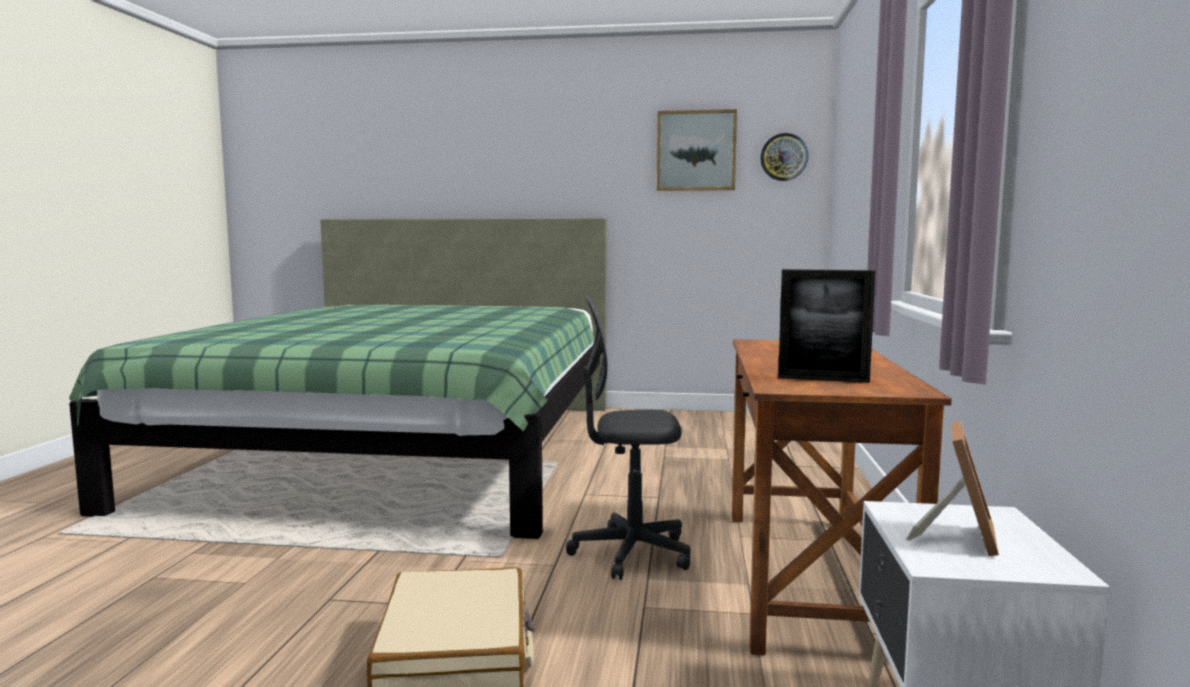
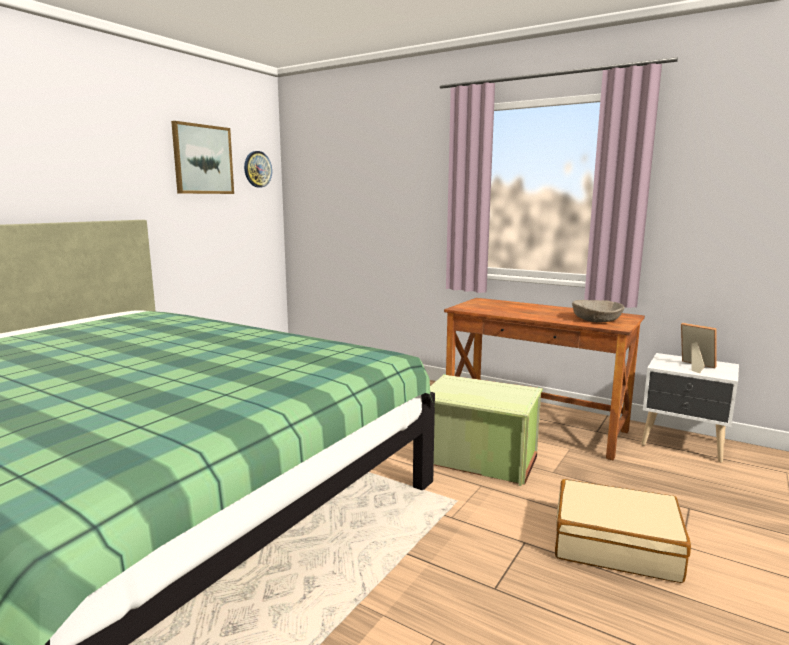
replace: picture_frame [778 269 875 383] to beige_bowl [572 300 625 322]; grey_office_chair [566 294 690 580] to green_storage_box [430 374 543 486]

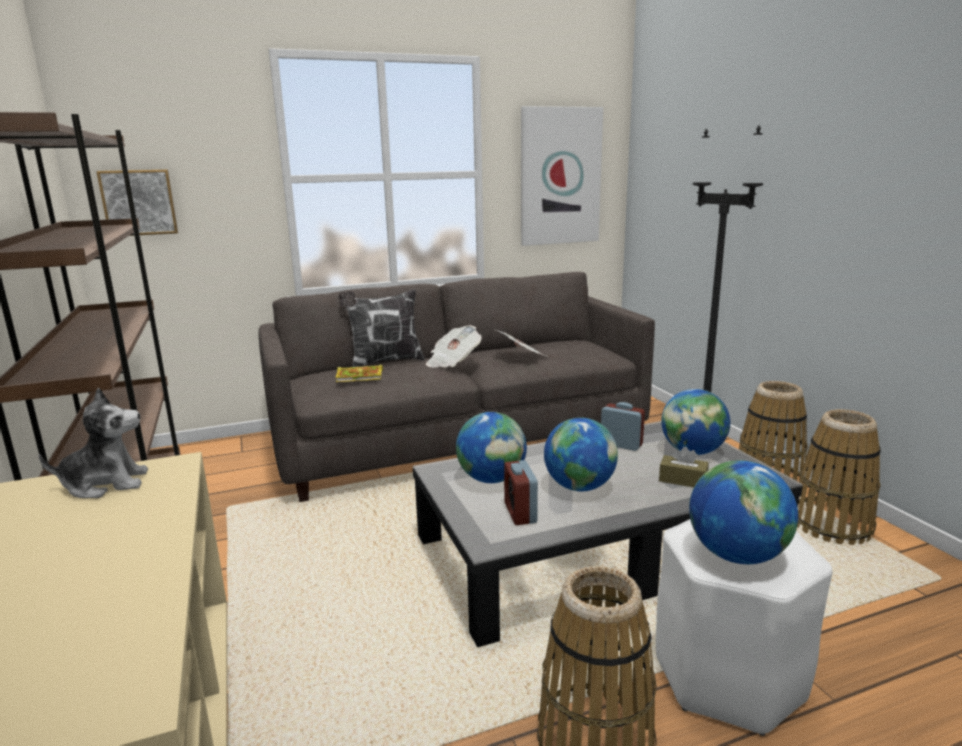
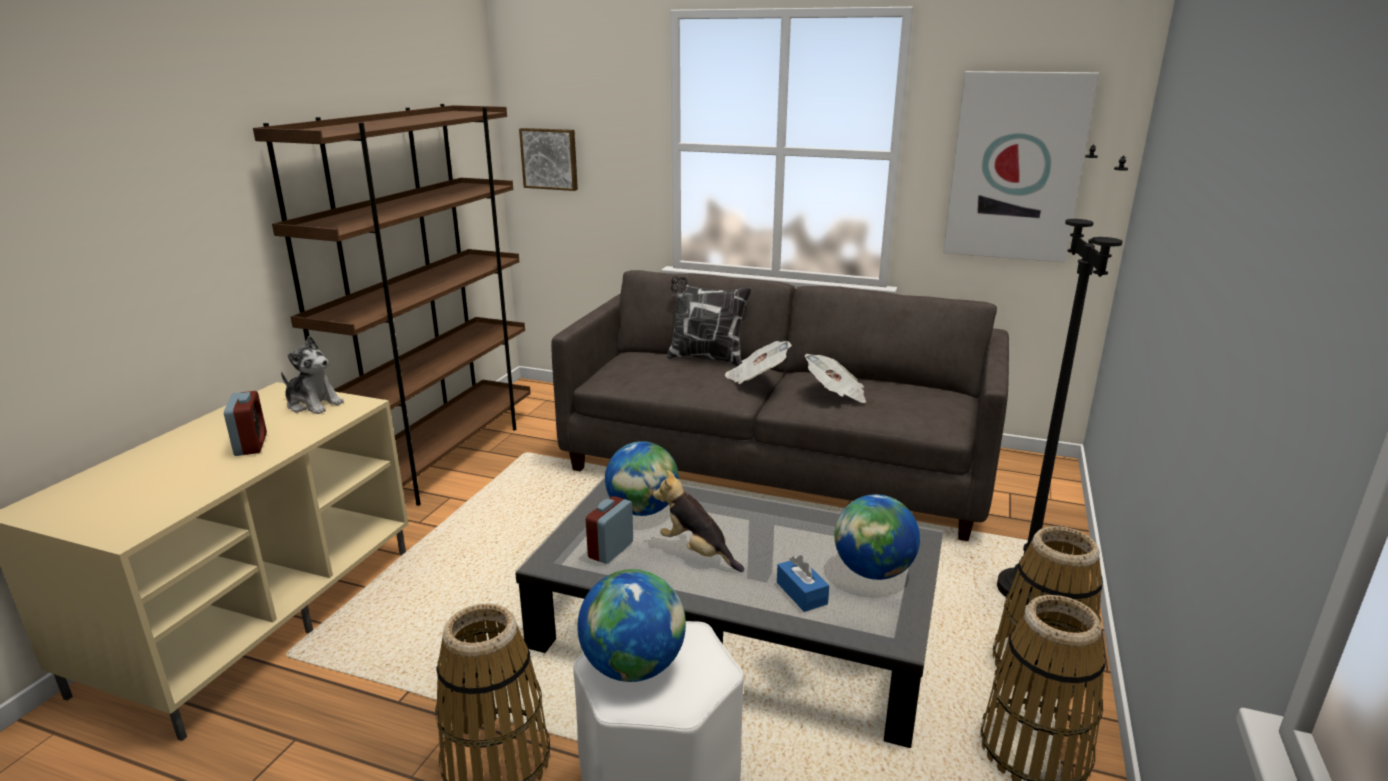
delete: book [336 365 383 382]
move: alarm_clock [601 402 645 451] to [224 391 267 456]
replace: globe [544 418 618 491] to plush_toy [653 470 744 572]
recolor: brown_tissue_box [659 447 709 487] to blue_tissue_box [777 555 829 612]

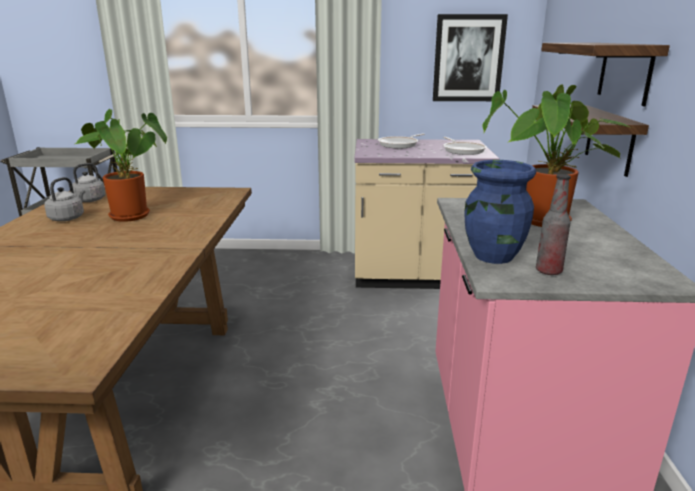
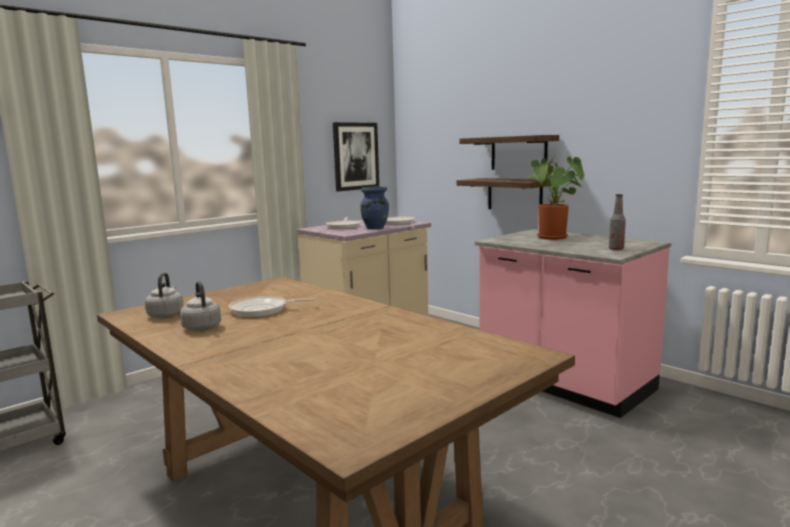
move: blue_vase [465 160 536 264] to [360 187 389 229]
replace: potted_plant [75 109 167 222] to frying_pan [228 296 316 317]

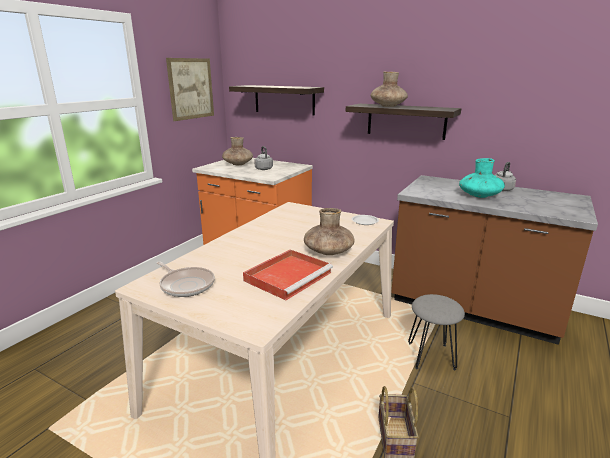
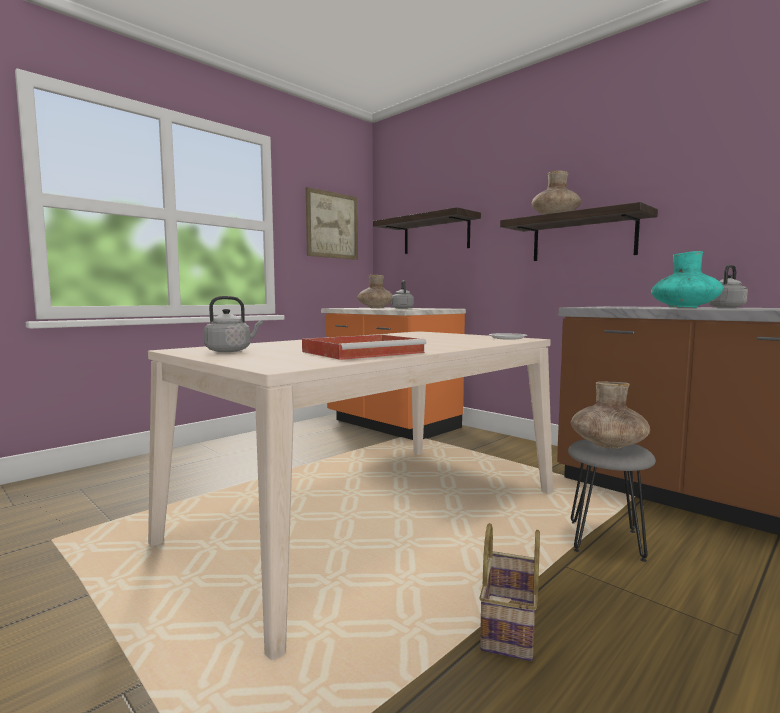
move: brown_vase [304 208 355 255] to [571 381 650 449]
replace: frying_pan [157 261 215 297] to grey_kettle [204 296 263 352]

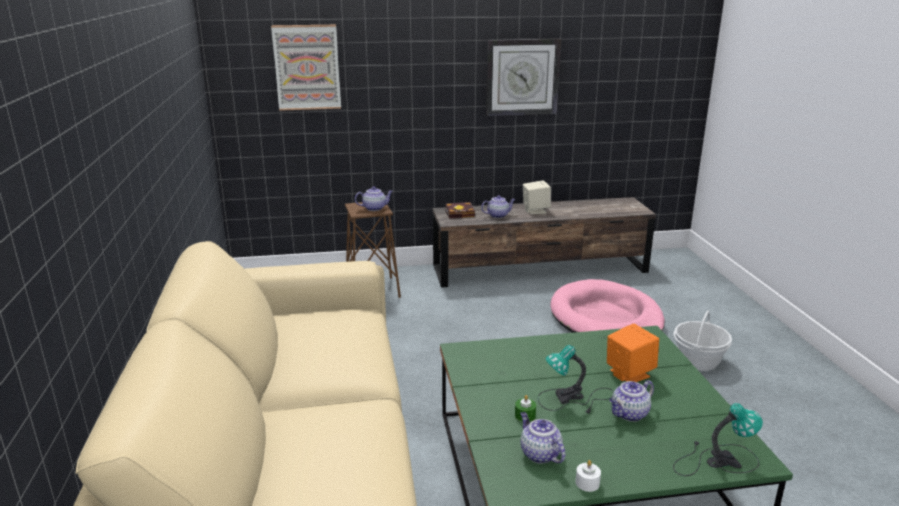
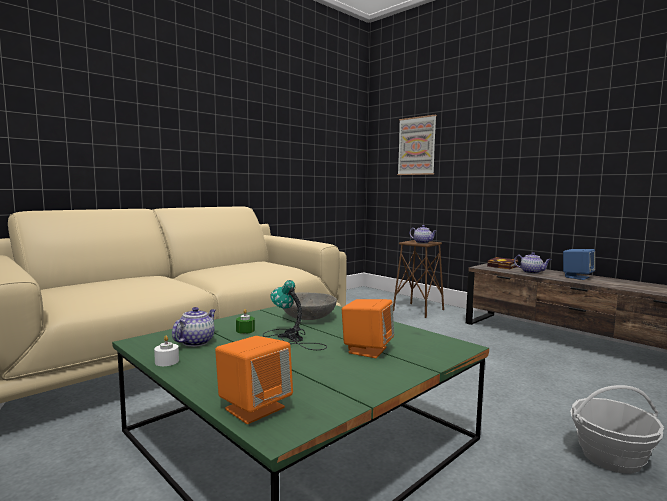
delete: wall_clock [486 39 561 116]; pink_dog_bed [550 279 665 333]; teapot [609 380 654 422]
insert: grey_bowl [283 292 337 320]
replace: table_lamp [673 403 763 476] to orange_speaker [215 336 293 424]
recolor: beige_speaker [523 180 551 214] to blue_speaker [563 249 595 280]

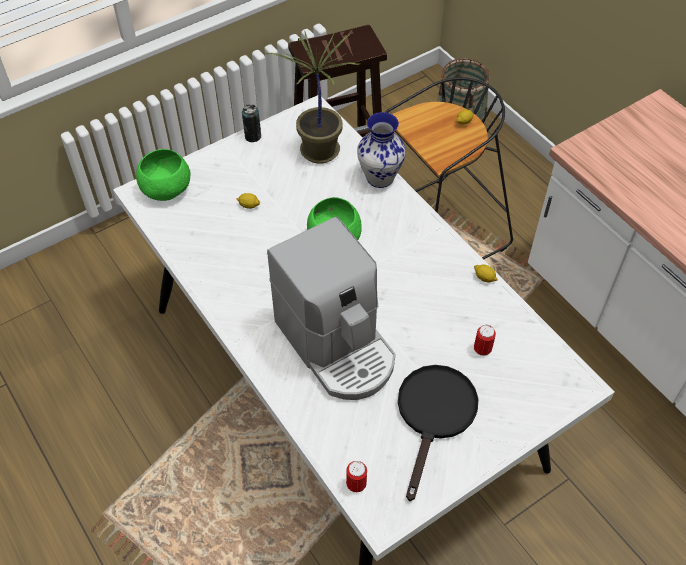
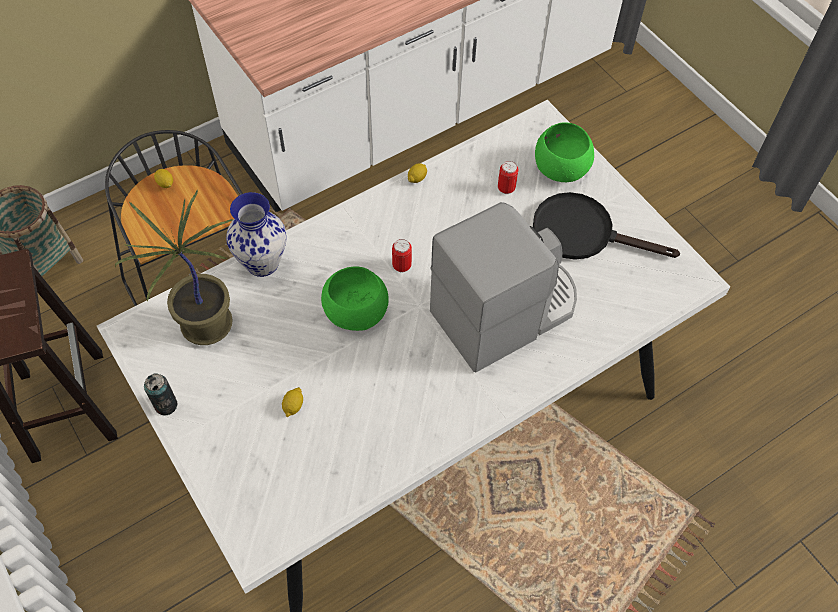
move: green_bowl [136 149 190 201] to [535 122 594 182]; can [346 461 367 492] to [392 239 412 272]

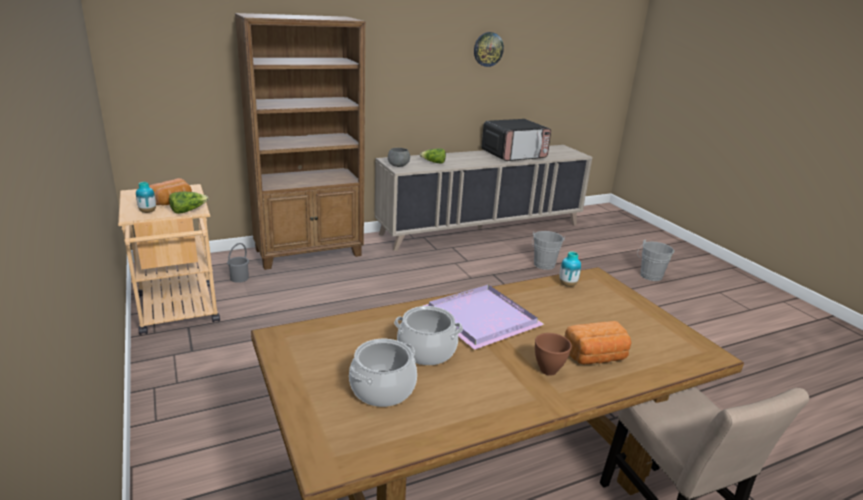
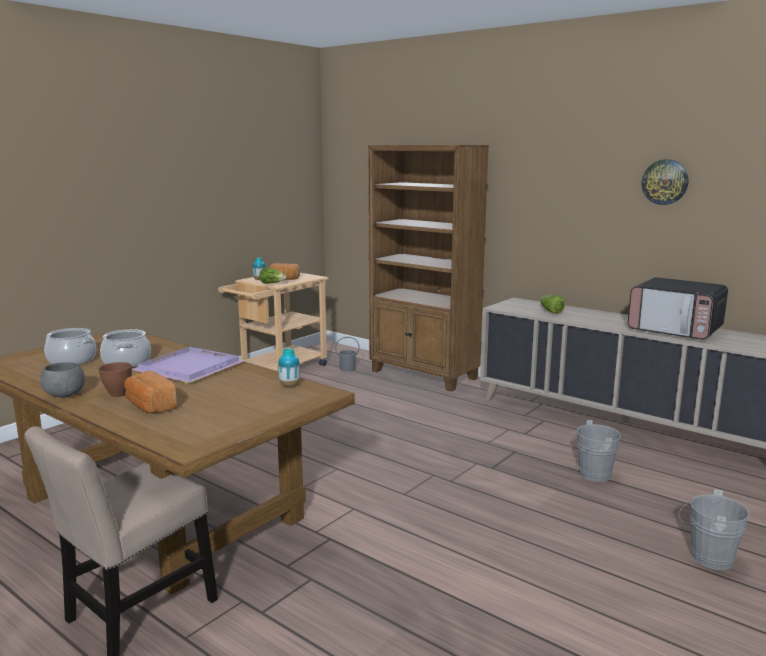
move: grey_bowl [388 148 410 167] to [40 362 85 398]

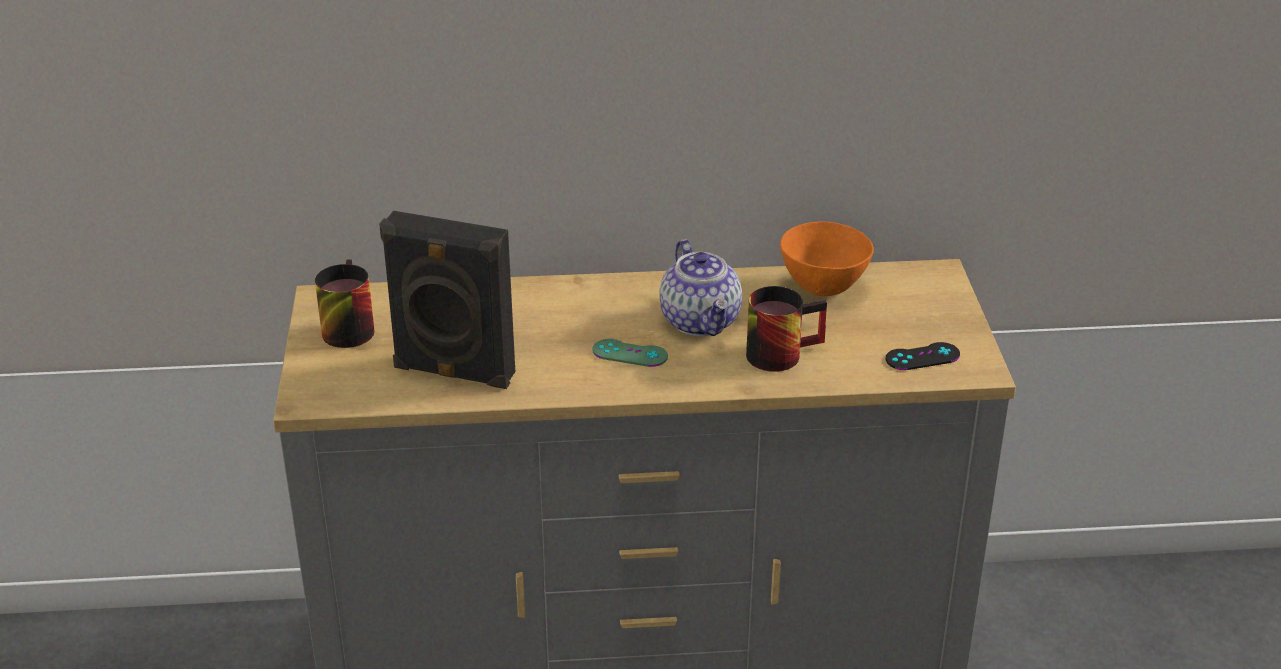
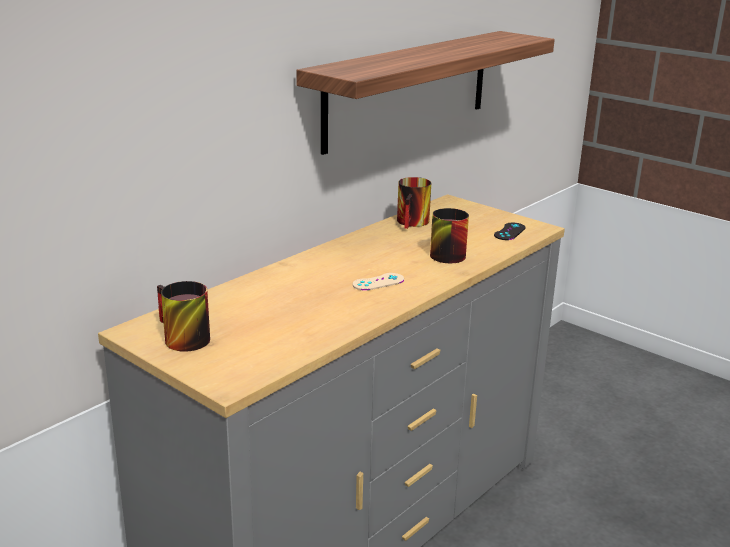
delete: black_speaker [379 211 515 389]; teapot [659 239 742 336]
insert: shelf [296 31 555 155]
replace: orange_bowl [780 221 874 296] to mug [397 177 431 229]
recolor: green_game_controller [592 339 668 367] to beige_game_controller [352 273 404 291]

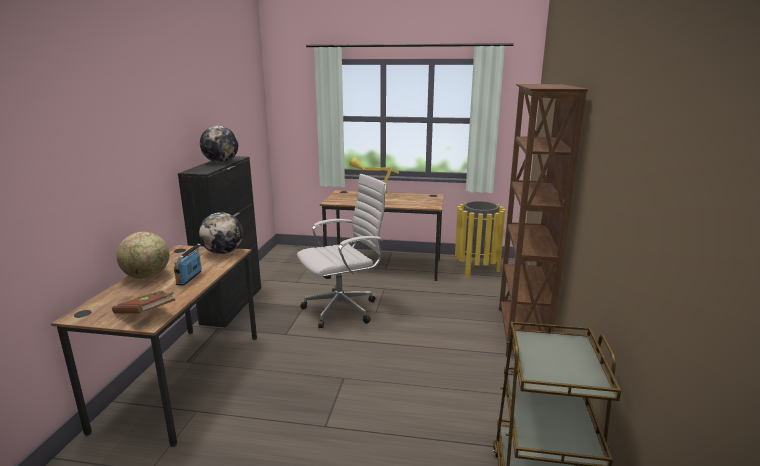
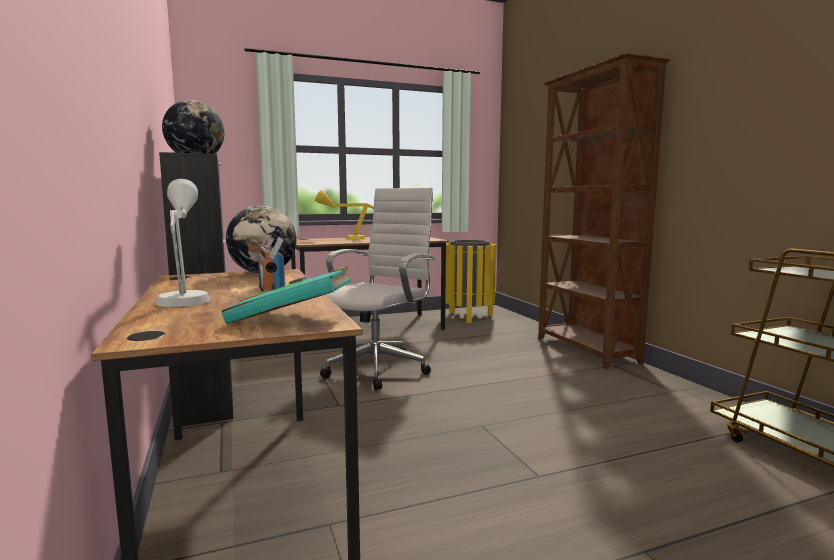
replace: globe [117 232 169 279] to grey_table_lamp [155 179 211 307]
recolor: brown_book [112 291 175 314] to turquoise_book [222 266 351 324]

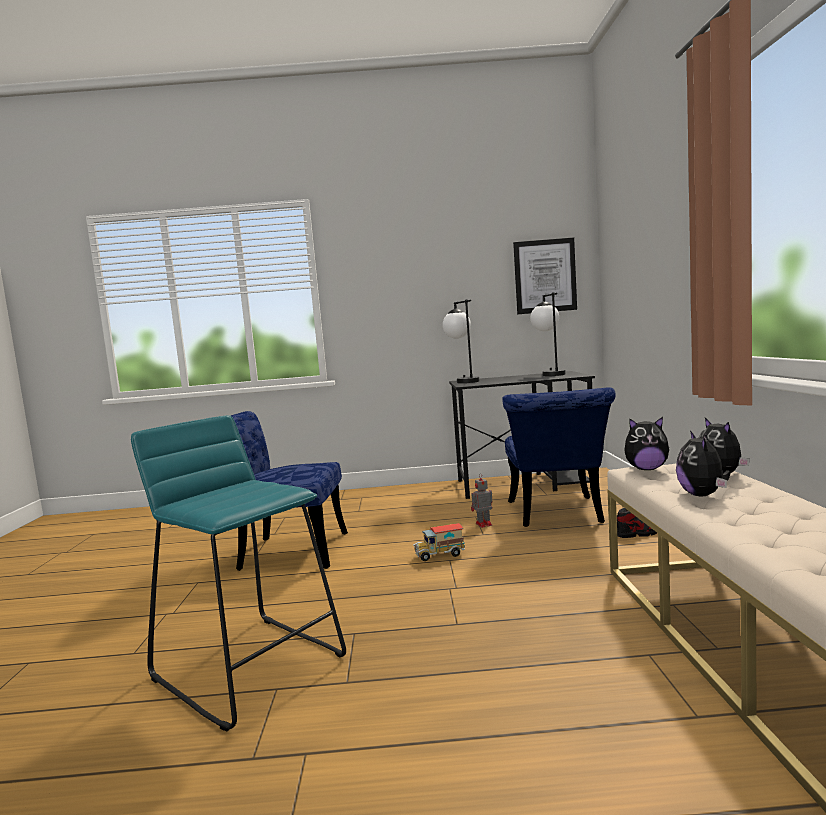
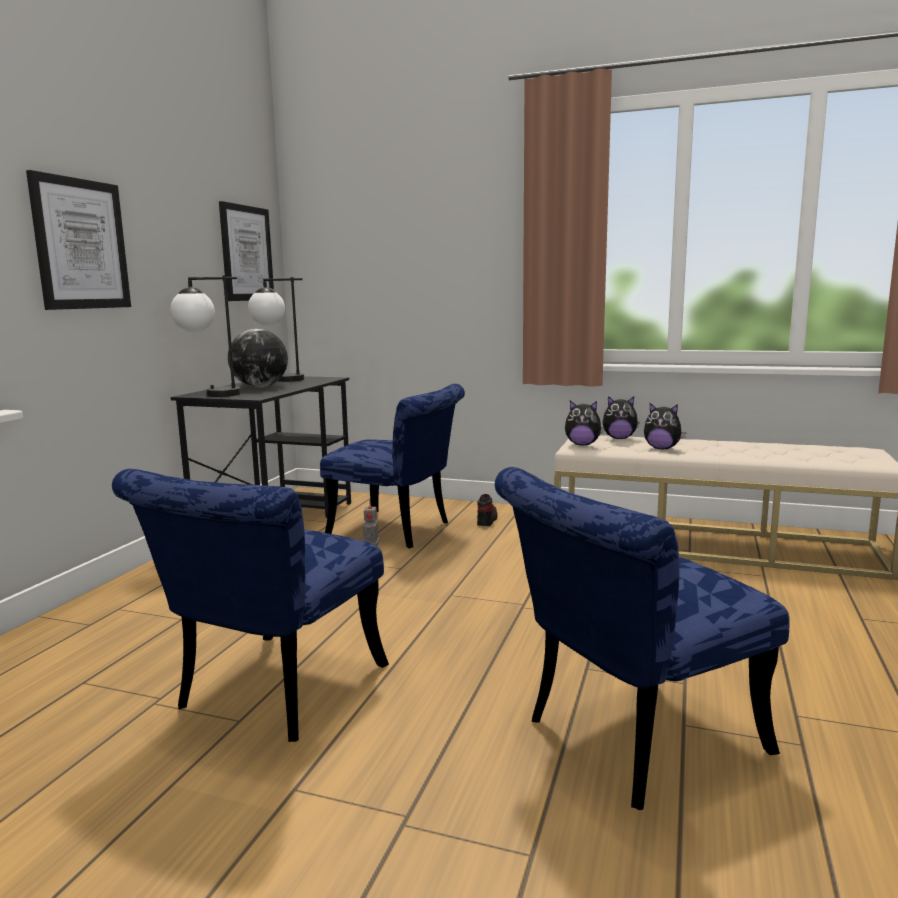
delete: toy_truck [413 523 465 561]
insert: picture [26 170 131 310]; globe [228 329 288 388]
replace: turquoise_stool [131 415 346 732] to blue_chair [495 467 790 810]
rotate: plush_toy [624 417 669 470] = [565 401 605 445] 75 degrees clockwise

